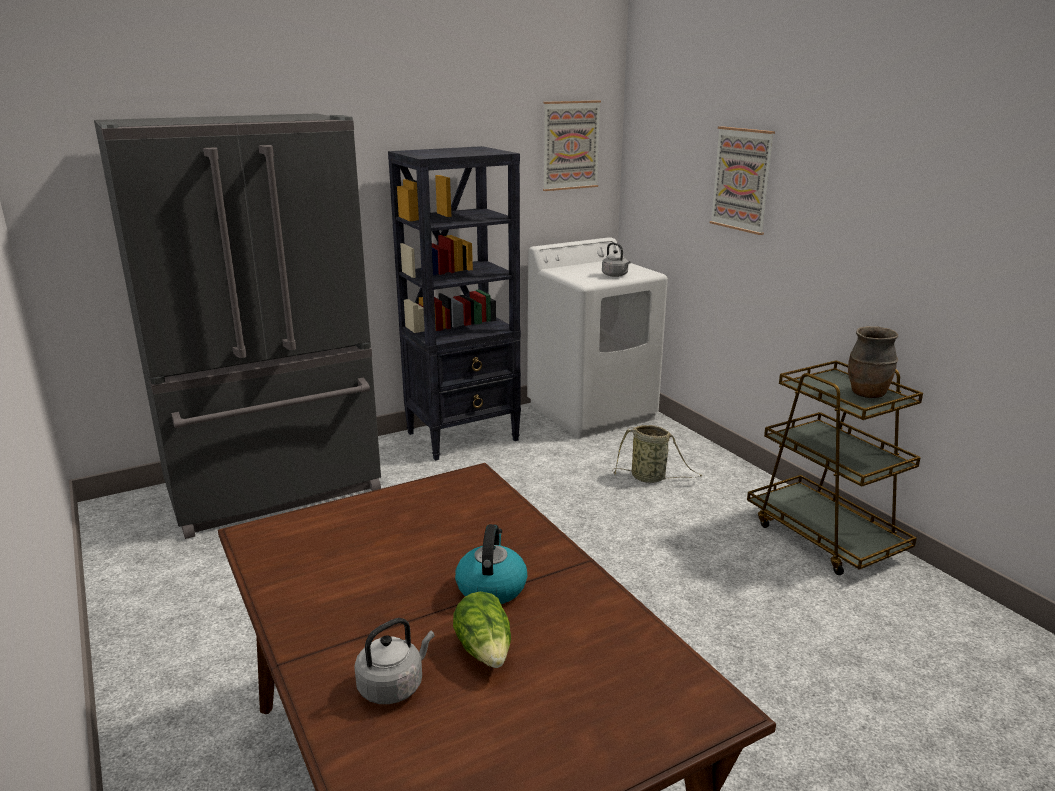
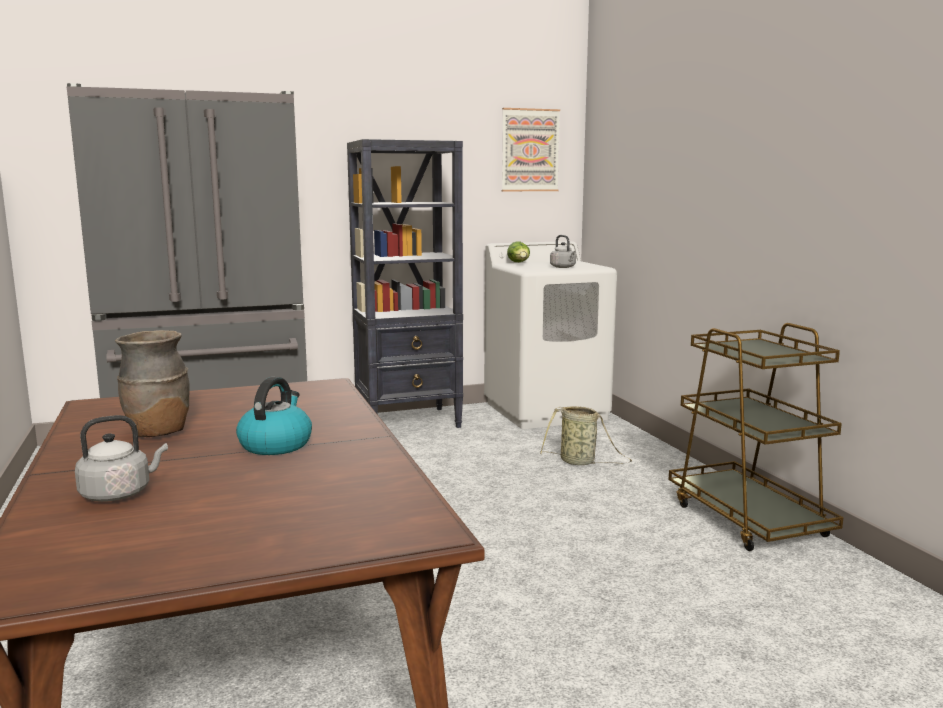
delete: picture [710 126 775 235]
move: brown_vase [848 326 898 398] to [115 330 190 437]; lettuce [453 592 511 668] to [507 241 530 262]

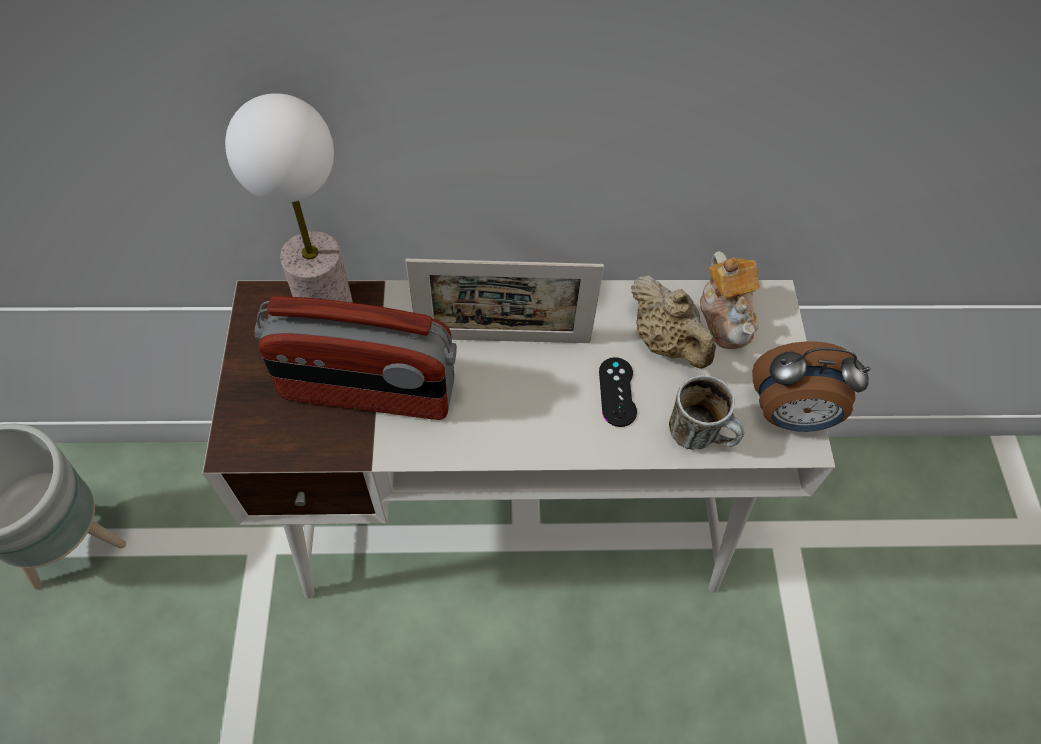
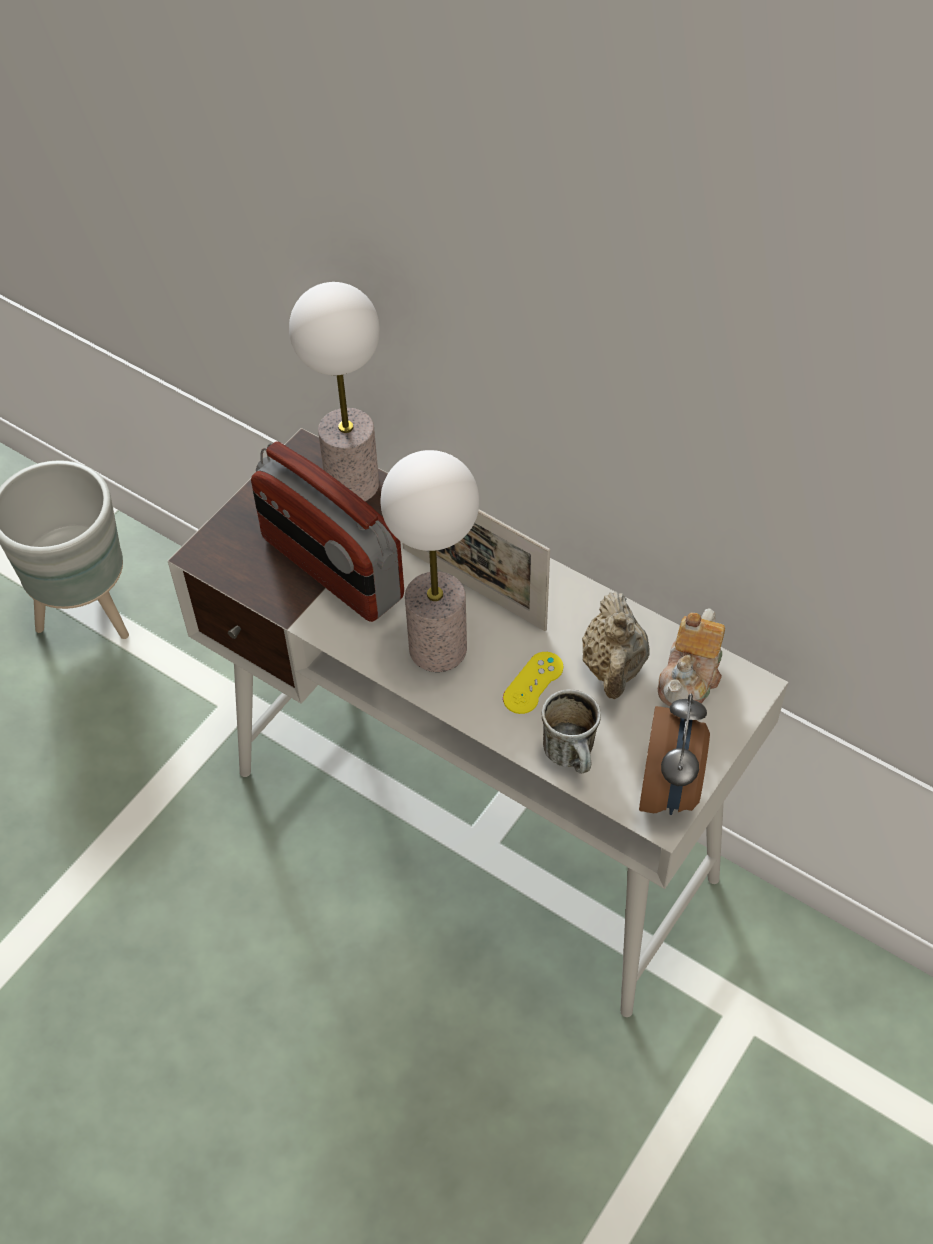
insert: table_lamp [380 450 479 672]
recolor: black_game_controller [599 357 637 427] to yellow_game_controller [503 652 563 714]
rotate: alarm_clock [752 341 870 432] = [639 694 710 815] 120 degrees counterclockwise

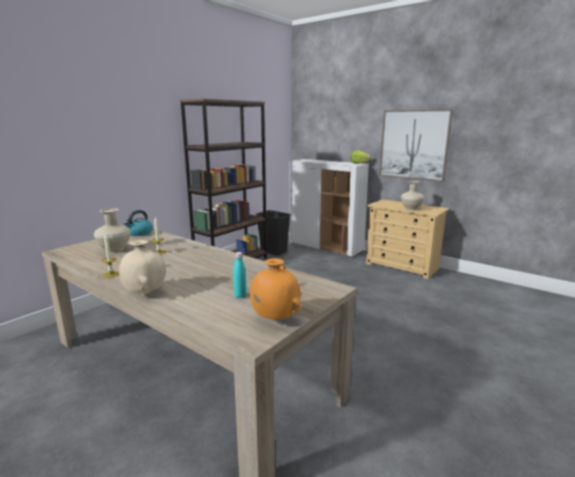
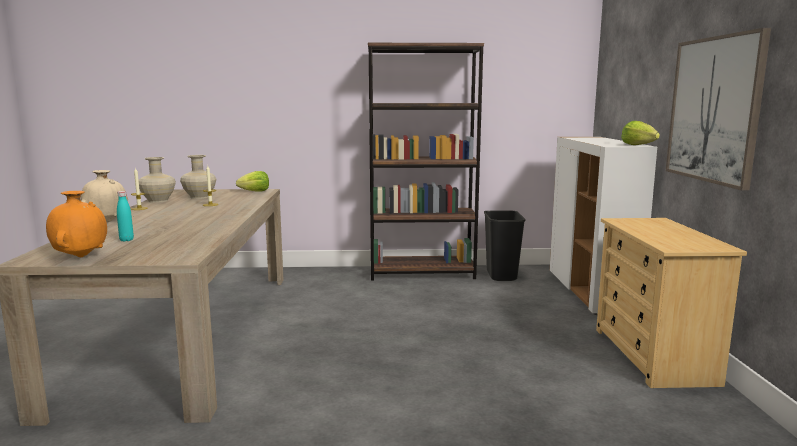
move: beige_vase [401 181 424 210] to [139 157 176 203]
replace: kettle [124 210 153 236] to lettuce [236 171 269 191]

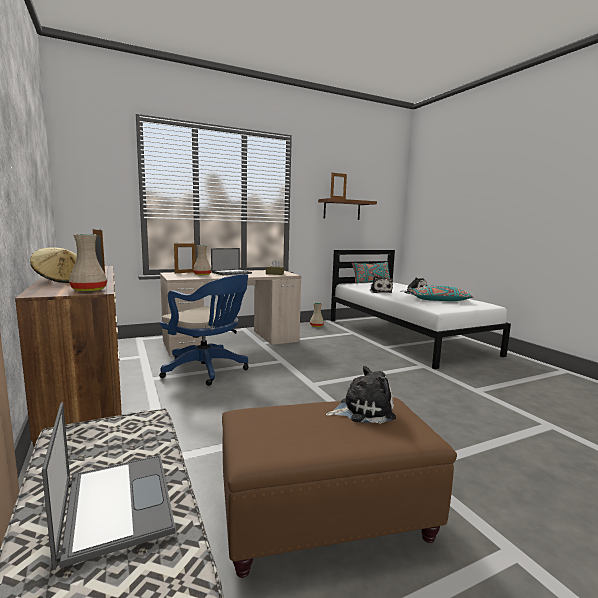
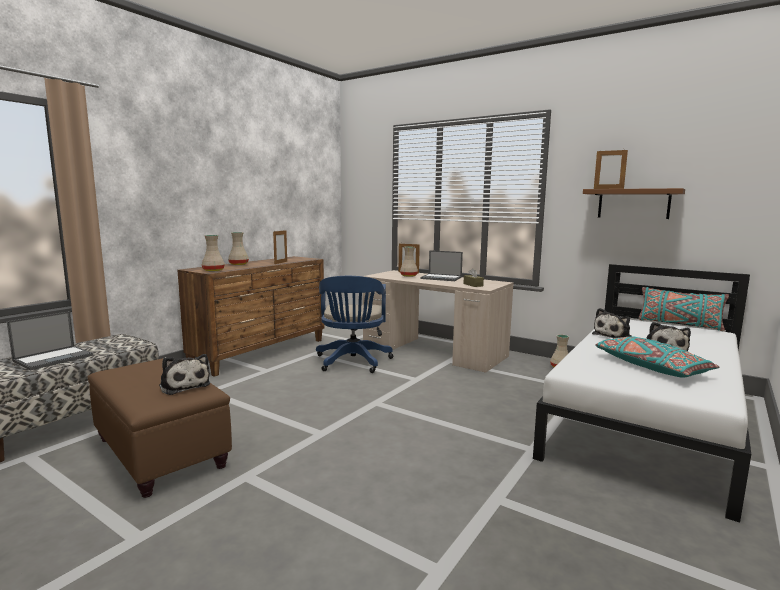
replace: beige_hat [30 247 77 283] to beige_vase [228 232 249 265]

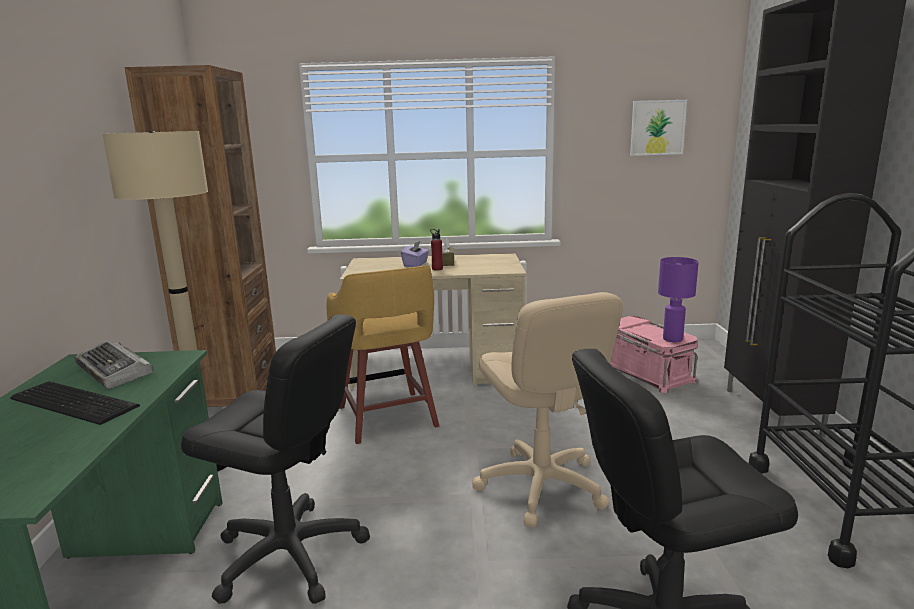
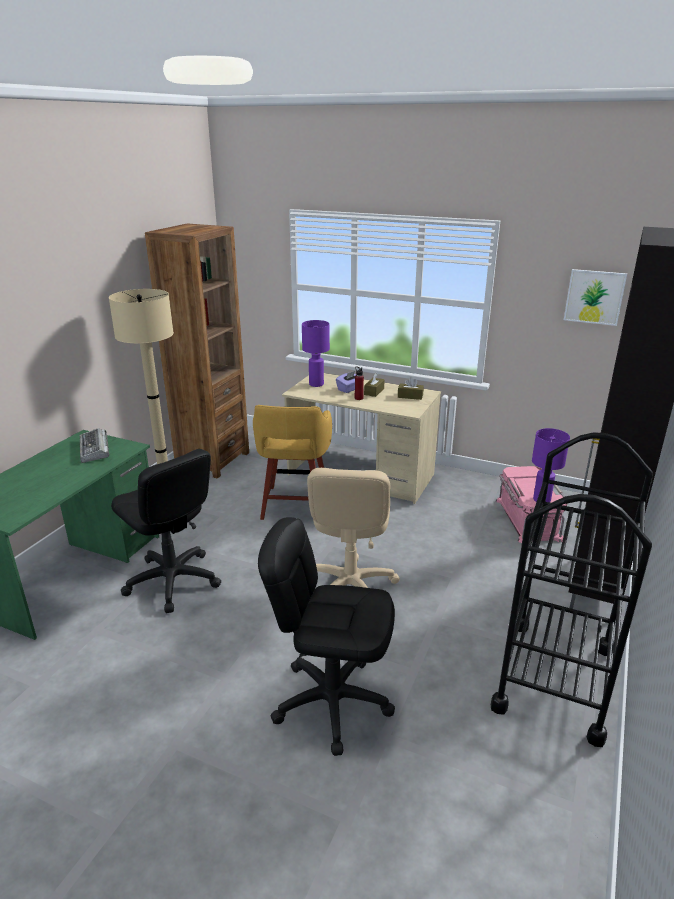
delete: keyboard [10 381 140 425]
insert: purple_table_lamp [302 320 330 387]; brown_tissue_box [398 377 424 400]

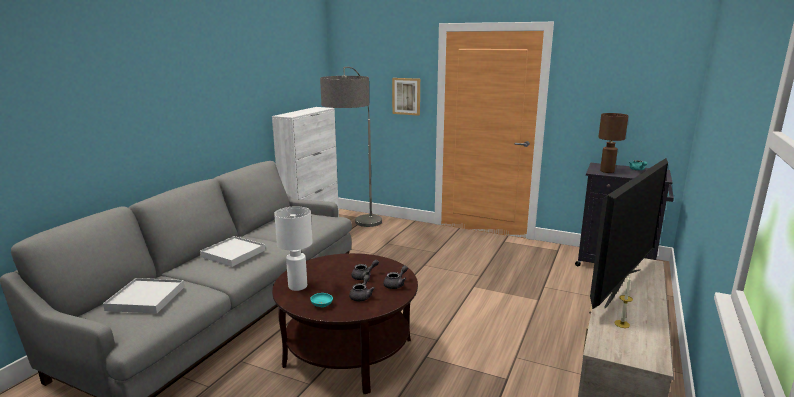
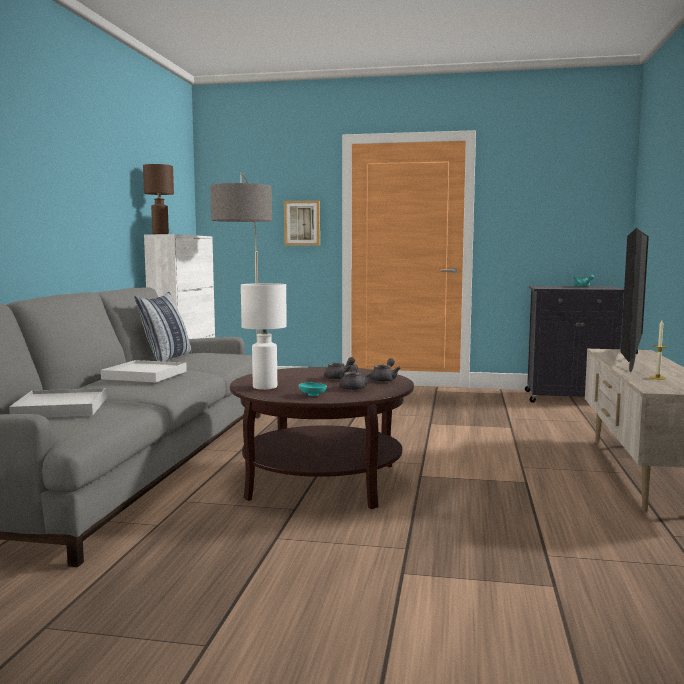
insert: pillow [134 292 192 362]
move: brown_table_lamp [598 113 629 173] to [143 164 174 234]

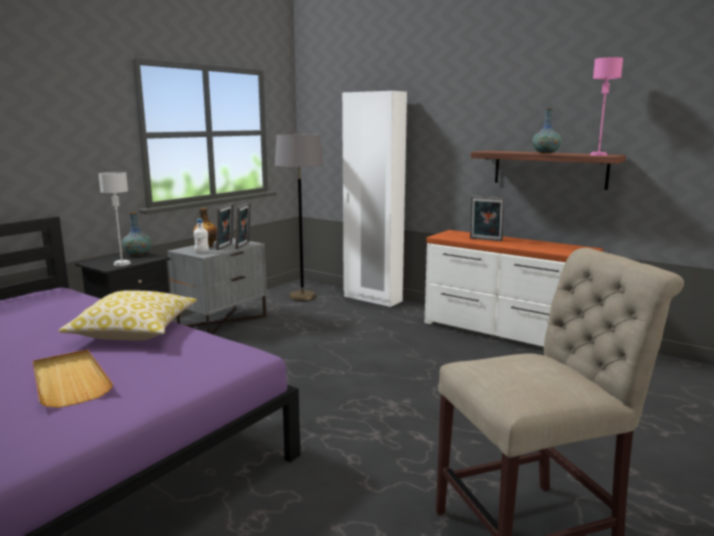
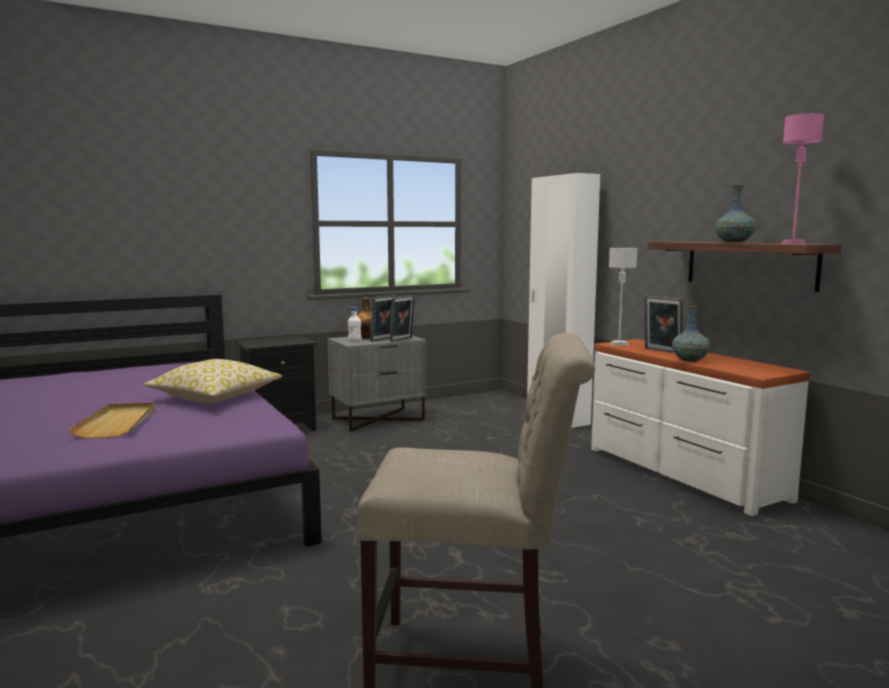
delete: grey_floor_lamp [275 134 324 301]
move: grey_table_lamp [99 172 131 266] to [609 248 637 346]; vase [122 212 152 256] to [672 306 710 362]

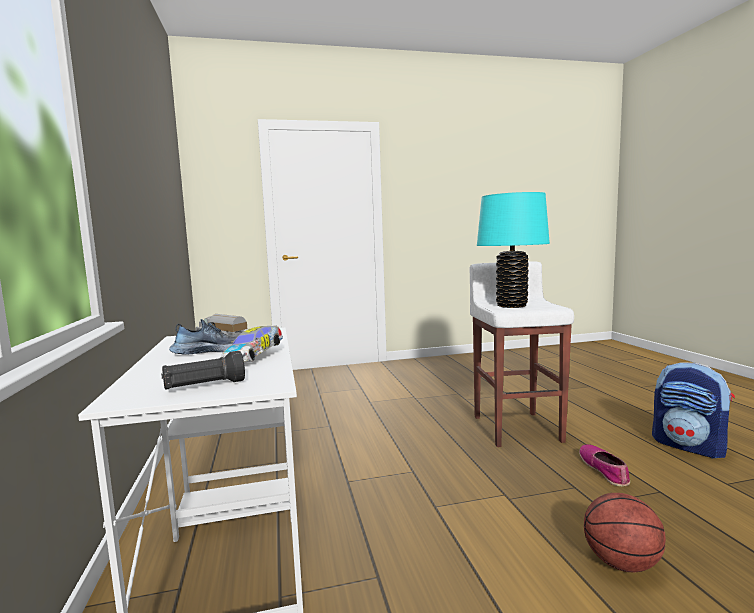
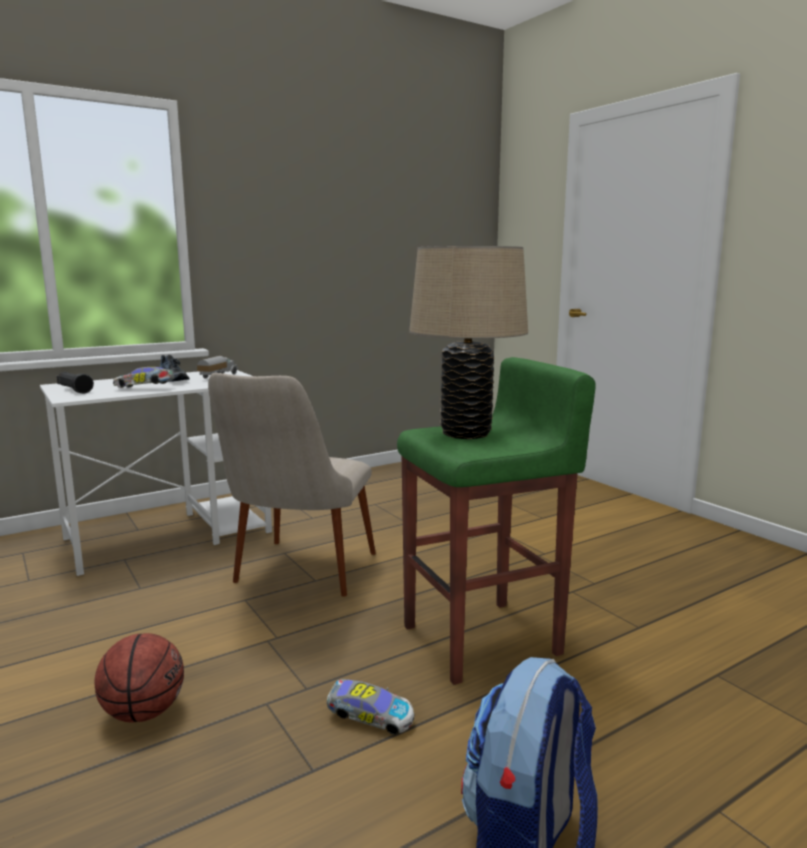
insert: beige_chair [208 373 376 597]
replace: shoe [579 444 630 486] to toy_car [327 679 414 734]
recolor: turquoise_table_lamp [477 192 550 308] to beige_table_lamp [409 246 528 439]; white_stool [469 261 574 447] to green_stool [397 357 596 685]

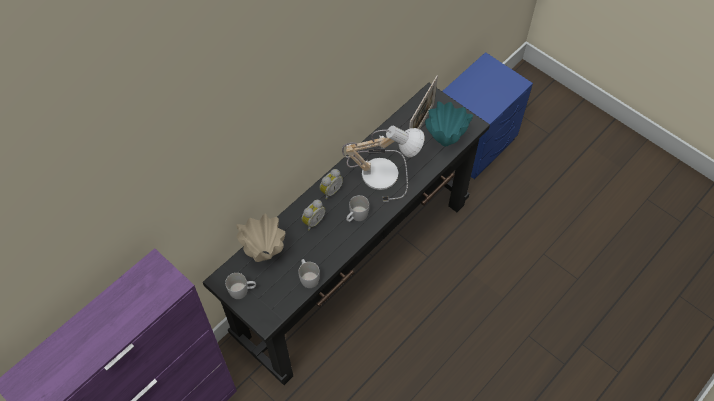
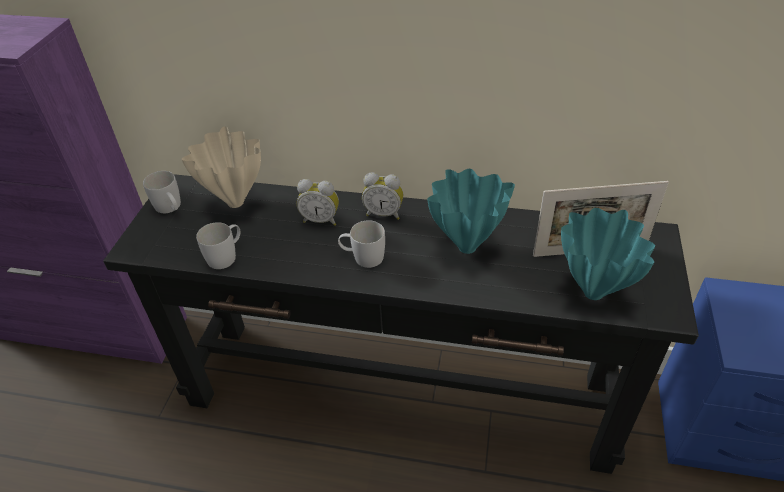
replace: table_lamp [342 126 425 202] to turquoise_vase [427 169 515 254]

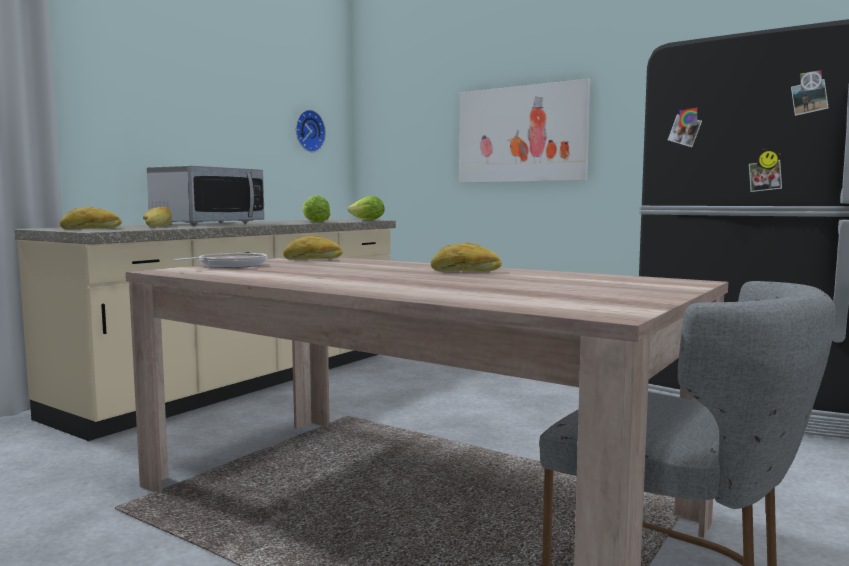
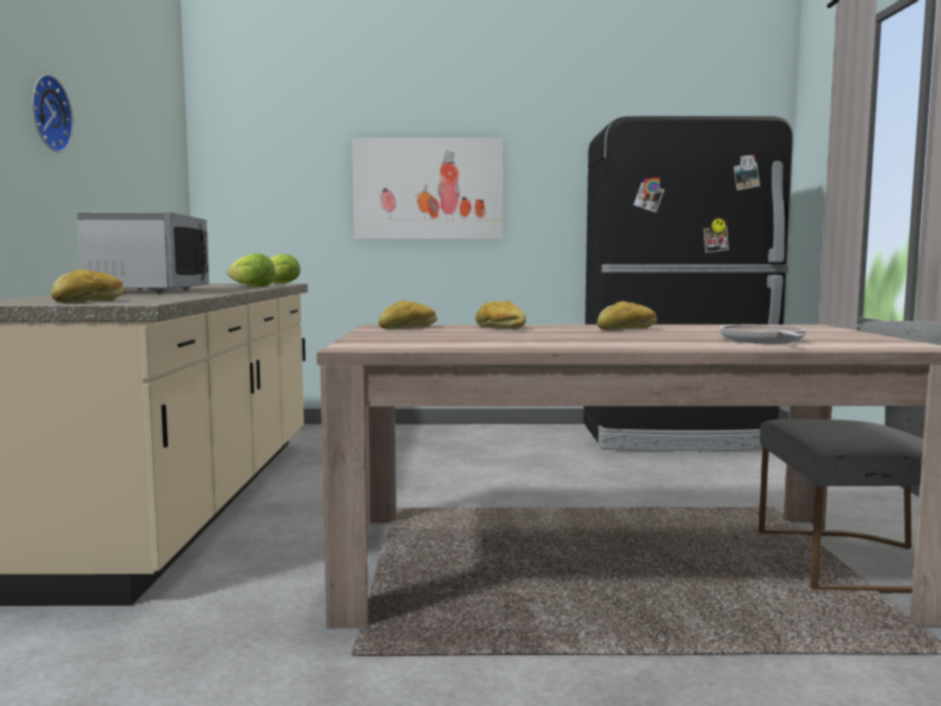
move: wall_clock [296 110 326 152] to [32 74 74 152]; bread [143 206 172 228] to [476 301 526 329]; frying_pan [173 253 267 268] to [719 324 806 344]

